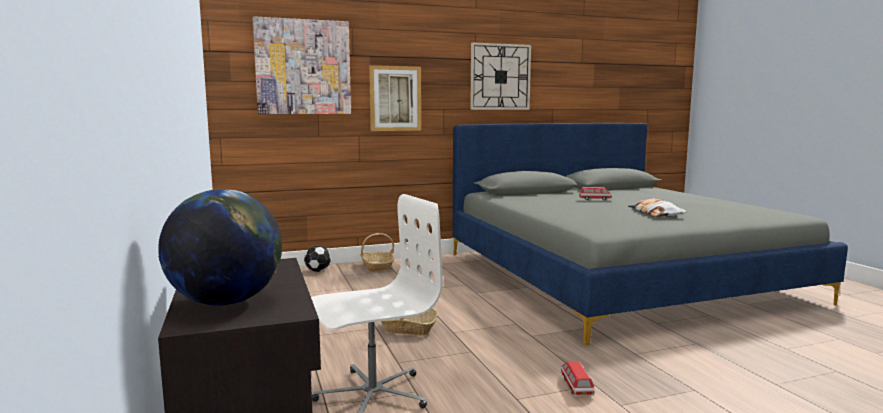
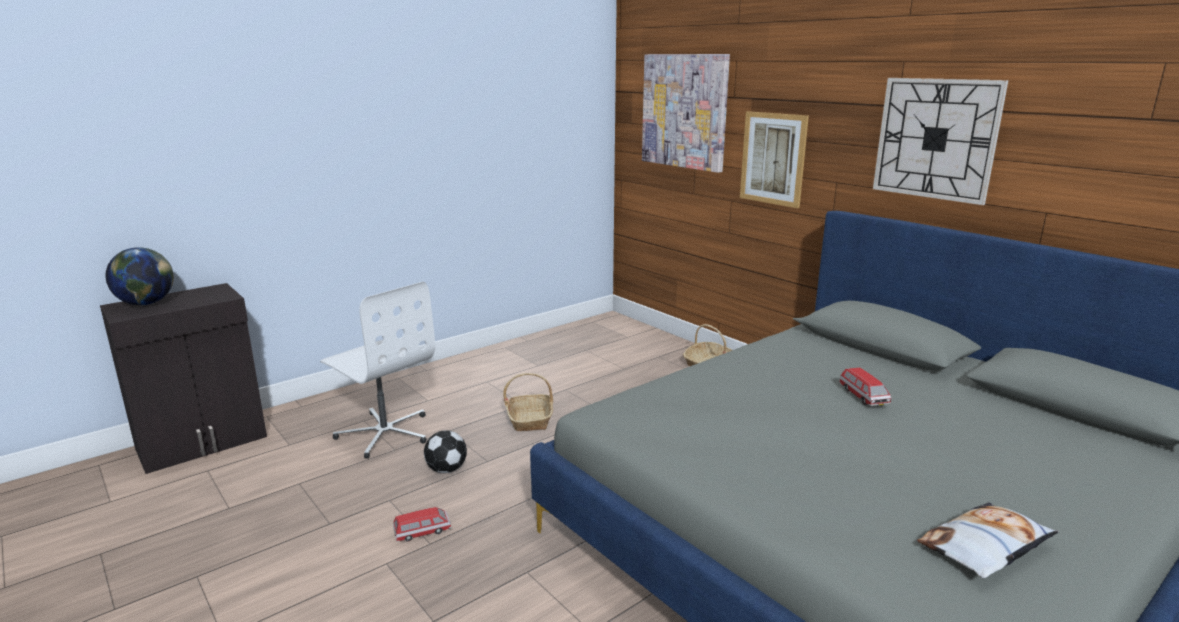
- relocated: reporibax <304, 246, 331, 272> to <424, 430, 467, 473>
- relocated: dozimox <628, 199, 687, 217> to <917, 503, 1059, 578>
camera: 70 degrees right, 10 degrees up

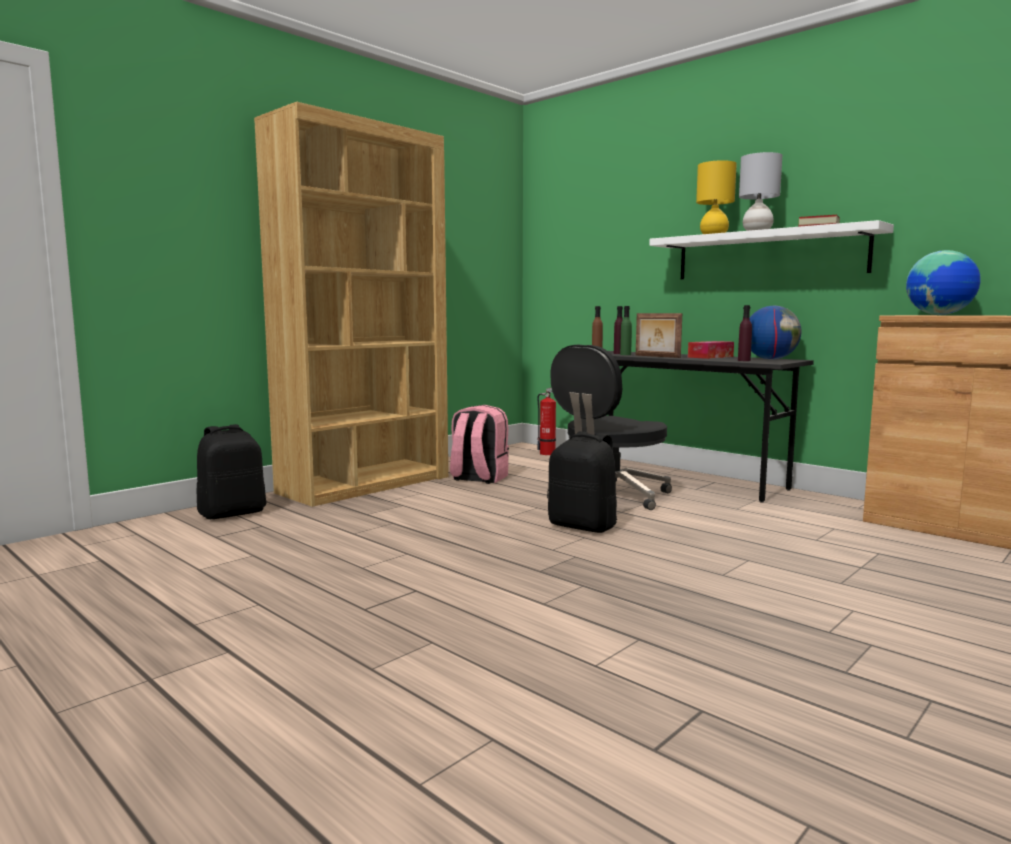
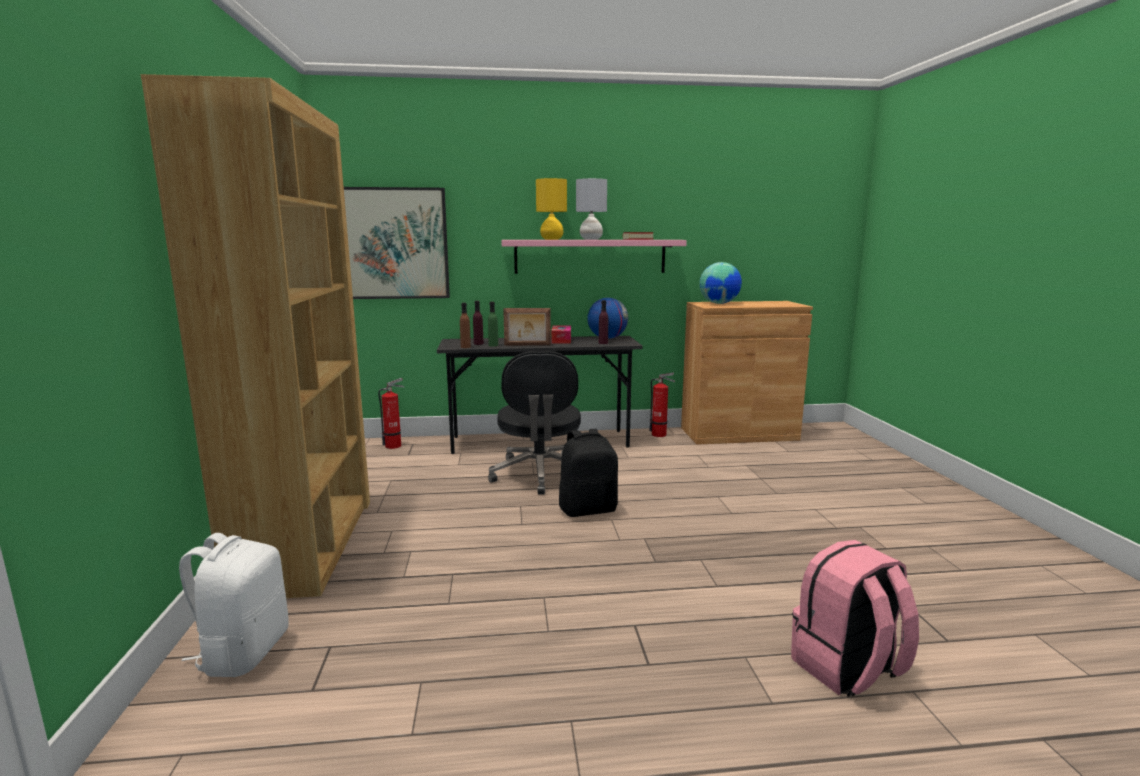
- colour: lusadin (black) <197, 424, 266, 519> to lusadin (white) <179, 533, 289, 677>
- appeared: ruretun <344, 187, 450, 299>
- colour: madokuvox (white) <649, 220, 894, 279> to madokuvox (pink) <501, 240, 687, 274>
- appeared: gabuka <649, 372, 675, 437>
- relocated: lusadin (pink) <450, 405, 509, 484> to <791, 540, 919, 697>
camera: 50 degrees left, 5 degrees up

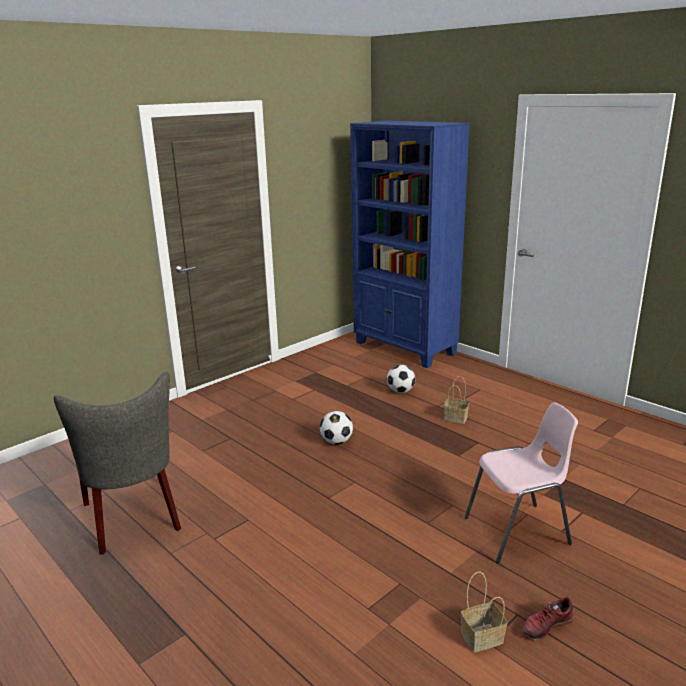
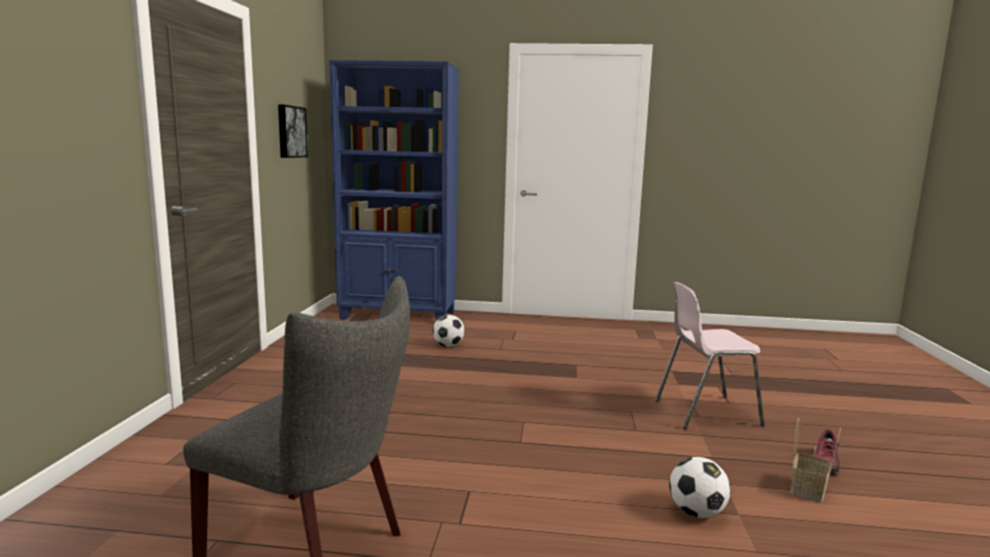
- appeared: ruretun <278, 104, 308, 158>
- spun: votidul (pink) <464, 402, 578, 563> = <655, 282, 764, 429> 135 degrees counterclockwise
- relocated: reporibax <320, 411, 353, 444> to <669, 457, 731, 518>
- missing: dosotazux <443, 376, 469, 424>
camera: 40 degrees left, 10 degrees down

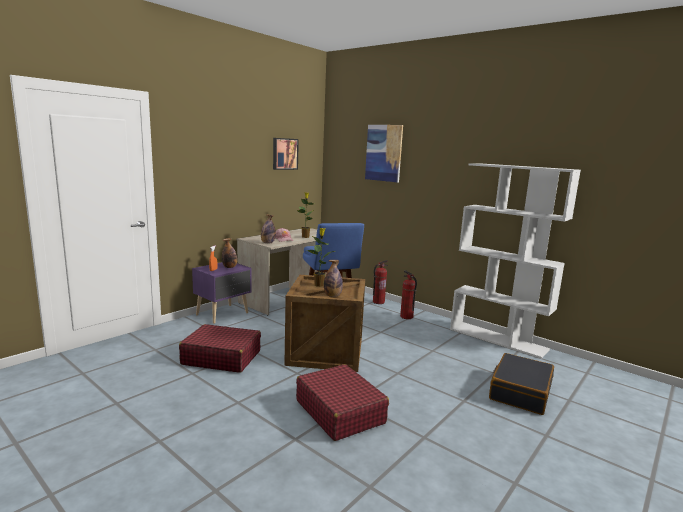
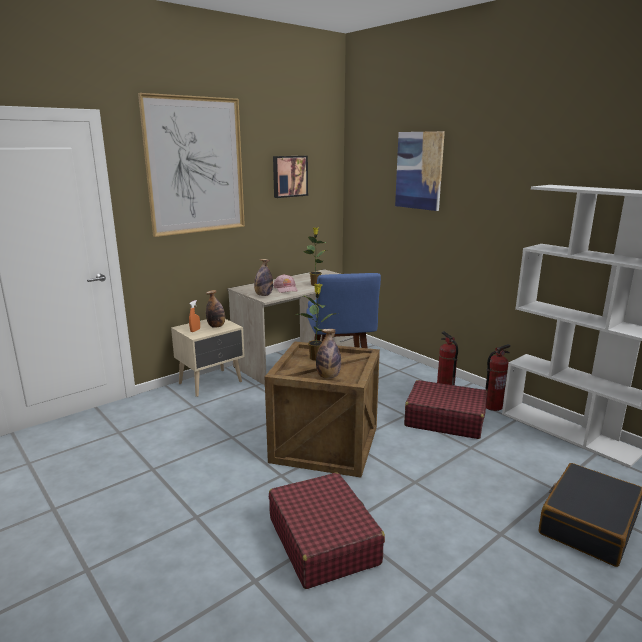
- appeared: ruretun <138, 93, 245, 237>
- colour: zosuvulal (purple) <192, 262, 252, 324> to zosuvulal (beige) <171, 319, 245, 397>
- relocated: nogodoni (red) <179, 324, 261, 373> to <404, 380, 487, 439>
- relocated: gabuka <373, 260, 388, 304> to <485, 344, 511, 411>
camera: 10 degrees right, 5 degrees up

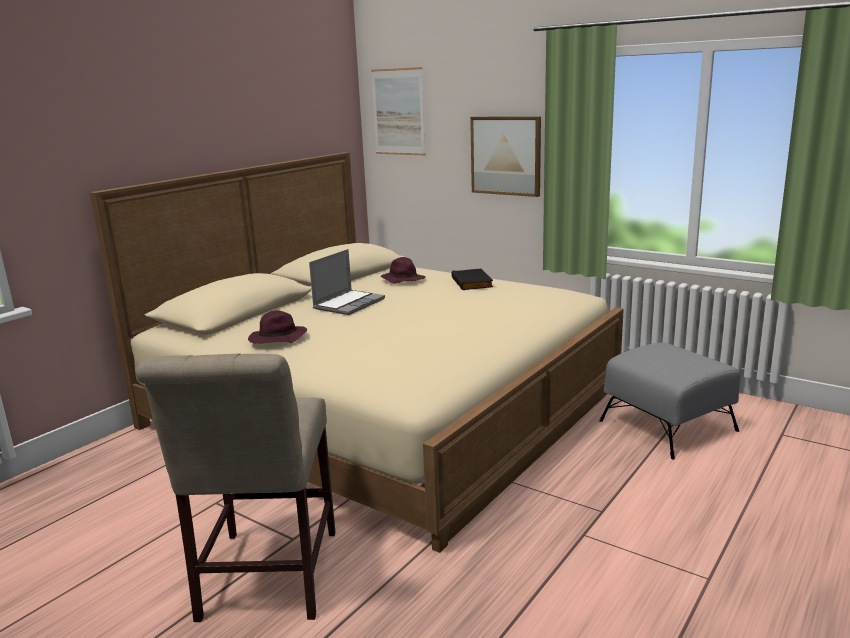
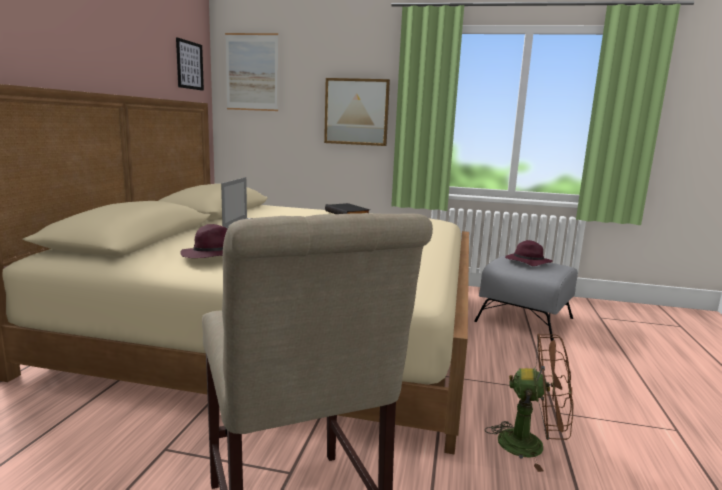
- appeared: ruretun <176, 37, 204, 91>
- appeared: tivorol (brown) <485, 333, 573, 472>
- relocated: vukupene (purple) <381, 257, 425, 284> to <505, 240, 553, 266>
camera: 25 degrees left, 5 degrees down

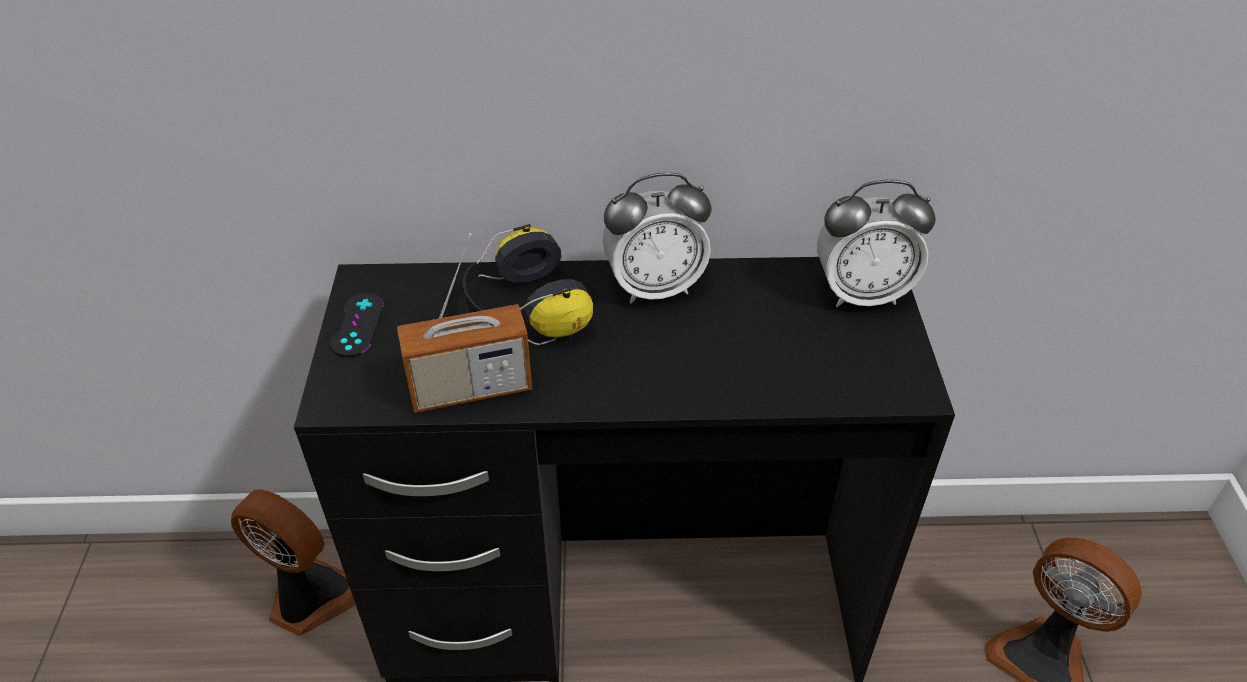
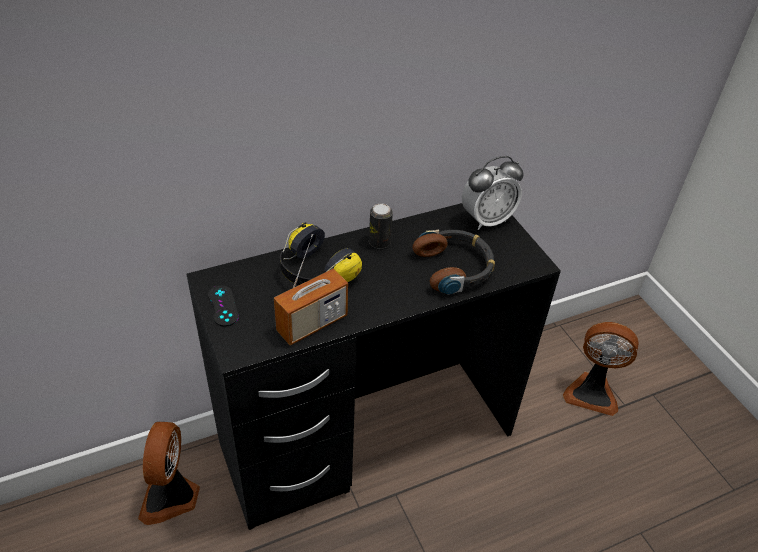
- spun: tivorol <231, 489, 355, 636> = <138, 422, 200, 525> 90 degrees counterclockwise
- exchanged: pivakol <603, 173, 712, 304> to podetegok <369, 204, 393, 249>
- appeared: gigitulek <412, 229, 495, 295>
camera: 25 degrees left, 0 degrees up

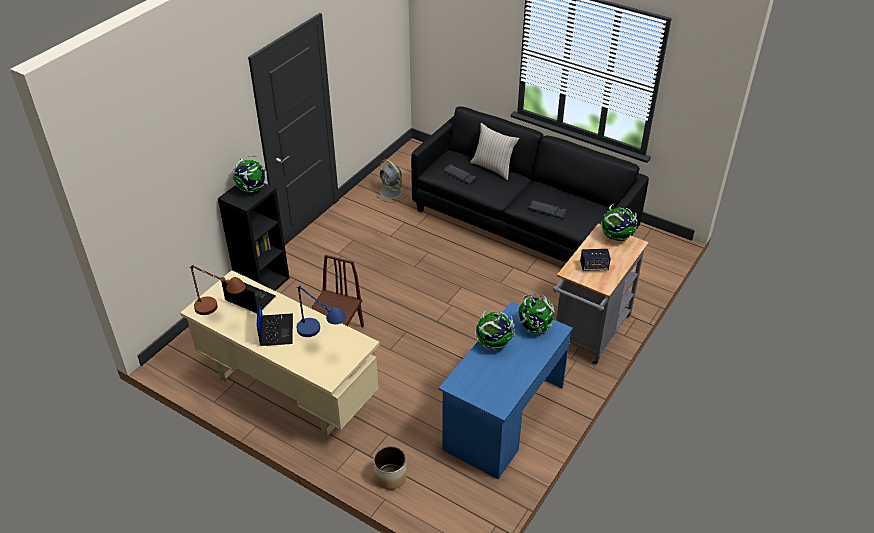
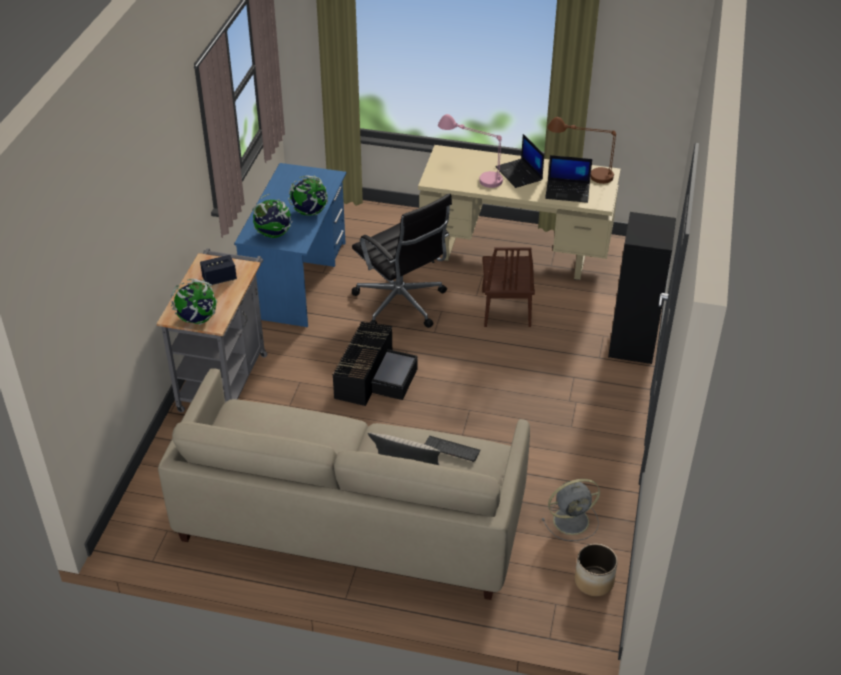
- colour: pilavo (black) <411, 106, 649, 263> to pilavo (beige) <158, 368, 530, 600>
- appeared: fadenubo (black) <332, 322, 418, 406>
- appeared: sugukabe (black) <352, 193, 452, 328>
- colour: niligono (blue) <297, 285, 346, 337> to niligono (pink) <438, 114, 503, 188>
- spun: tivorol (grey) <375, 159, 409, 203> = <542, 479, 600, 541> 135 degrees clockwise
- relocated: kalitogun <374, 446, 407, 489> to <575, 544, 618, 596>
- missing: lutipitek <233, 155, 267, 193>
- missing: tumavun <528, 200, 567, 219>
camera: 160 degrees right, 0 degrees up

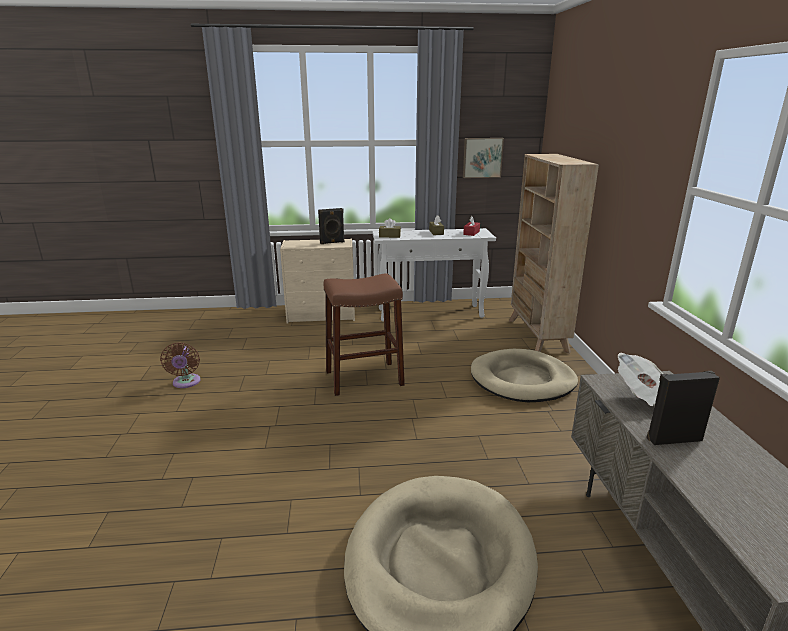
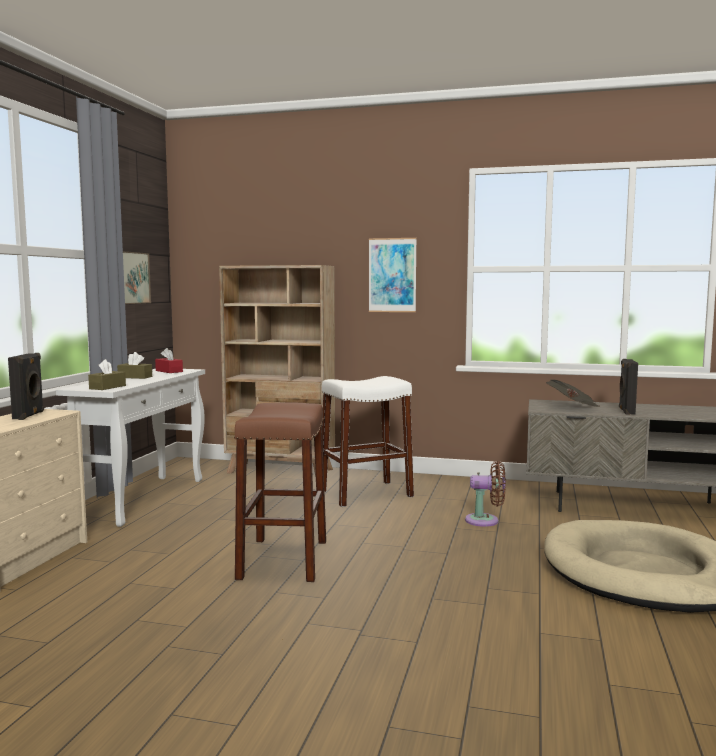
- exchanged: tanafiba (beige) <471, 349, 578, 402> to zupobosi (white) <322, 376, 414, 507>
- appeared: ruretun <369, 238, 417, 312>
- relocated: tivorol (brown) <160, 342, 200, 388> to <465, 461, 506, 527>
camera: 70 degrees left, 15 degrees down

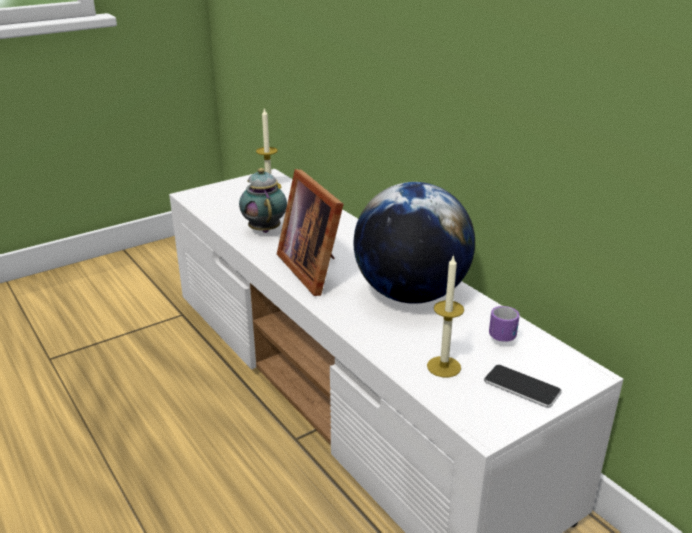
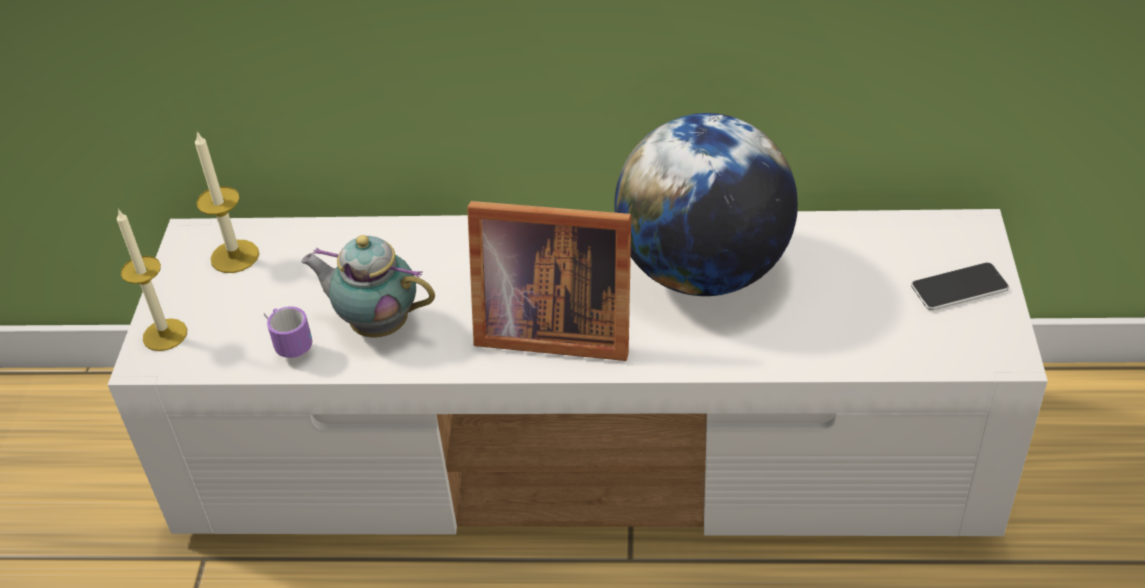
- relocated: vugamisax <427, 254, 464, 377> to <117, 208, 187, 351>
- relocated: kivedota <489, 306, 520, 342> to <264, 306, 312, 358>
camera: 50 degrees left, 15 degrees up

